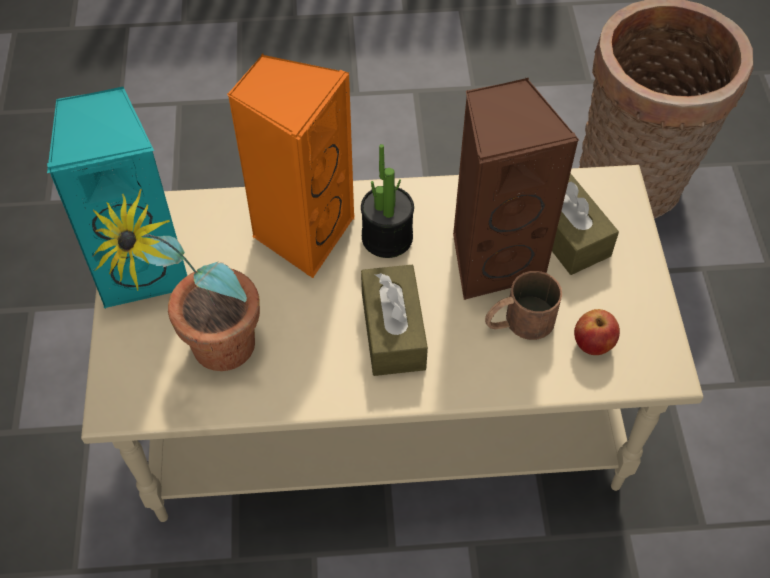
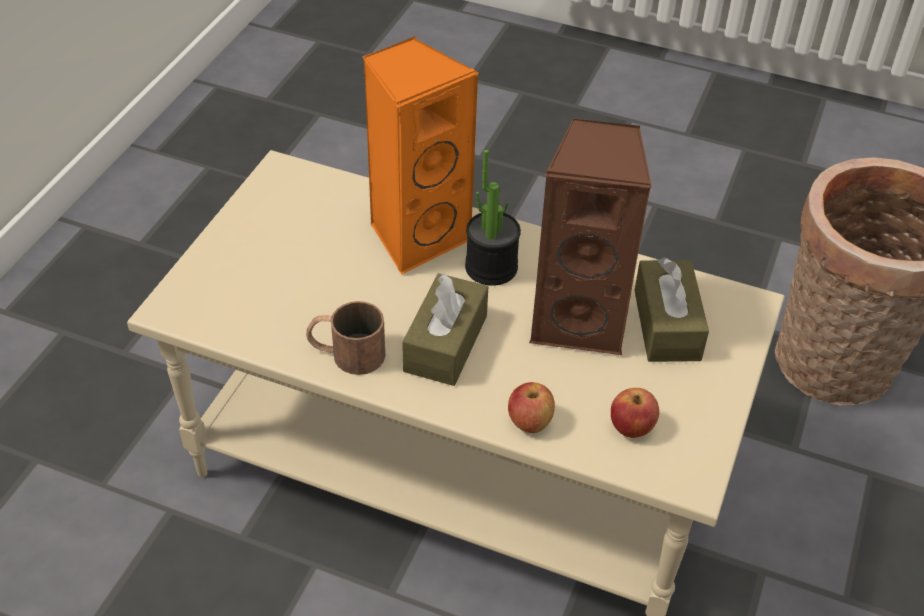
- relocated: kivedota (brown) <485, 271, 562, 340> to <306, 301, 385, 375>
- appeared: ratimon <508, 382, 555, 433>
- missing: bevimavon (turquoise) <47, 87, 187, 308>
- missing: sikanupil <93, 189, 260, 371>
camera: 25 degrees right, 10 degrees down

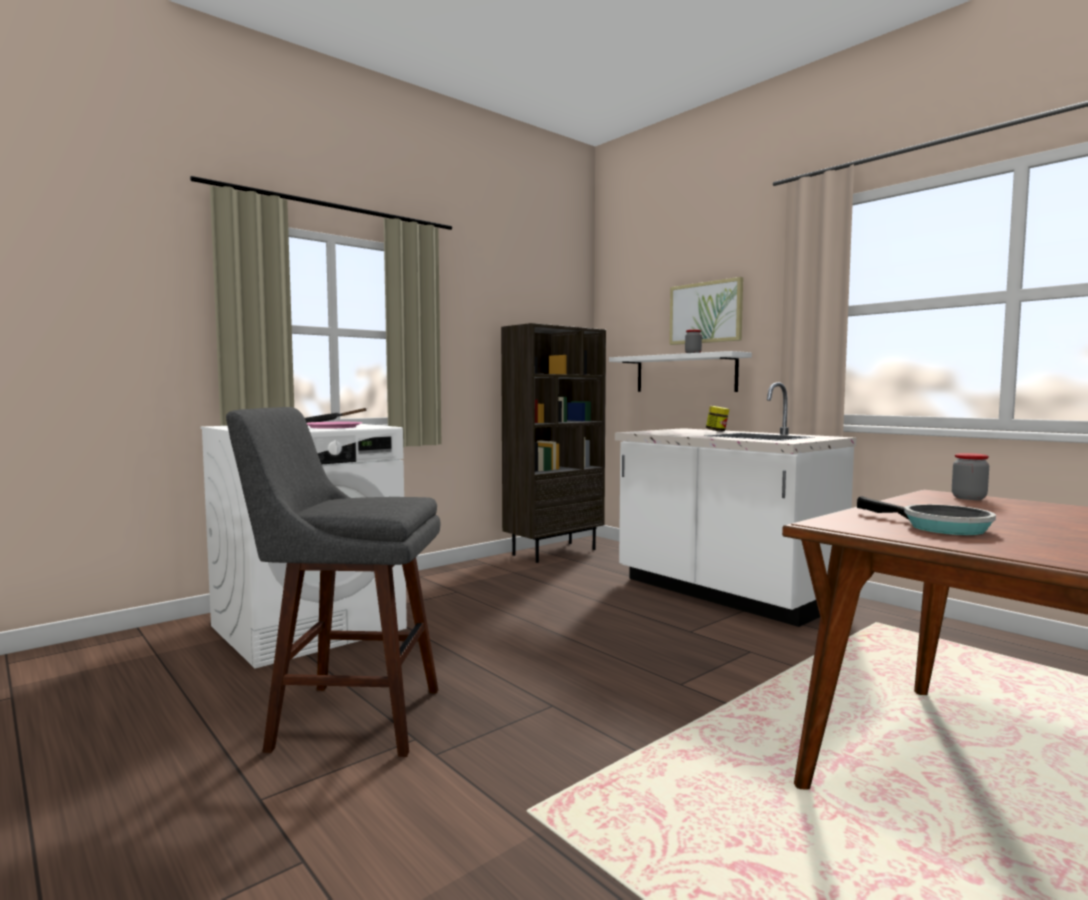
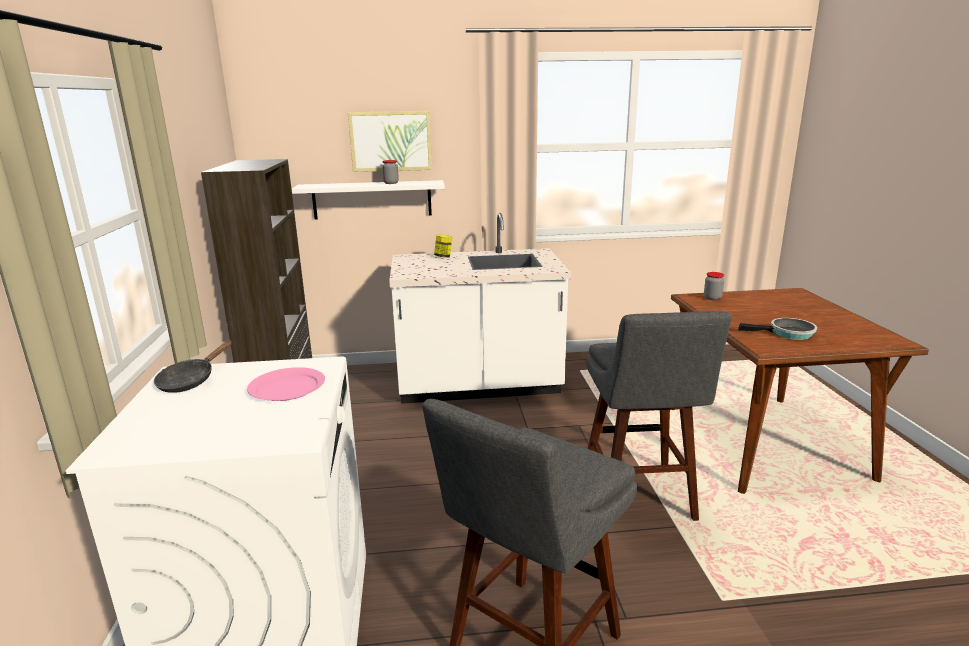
- appeared: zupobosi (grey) <586, 311, 732, 521>
camera: 55 degrees left, 15 degrees up

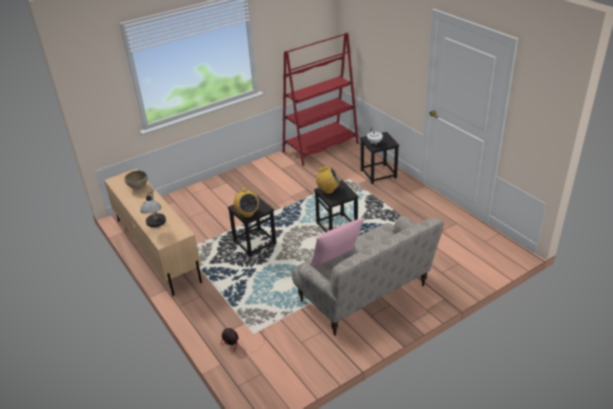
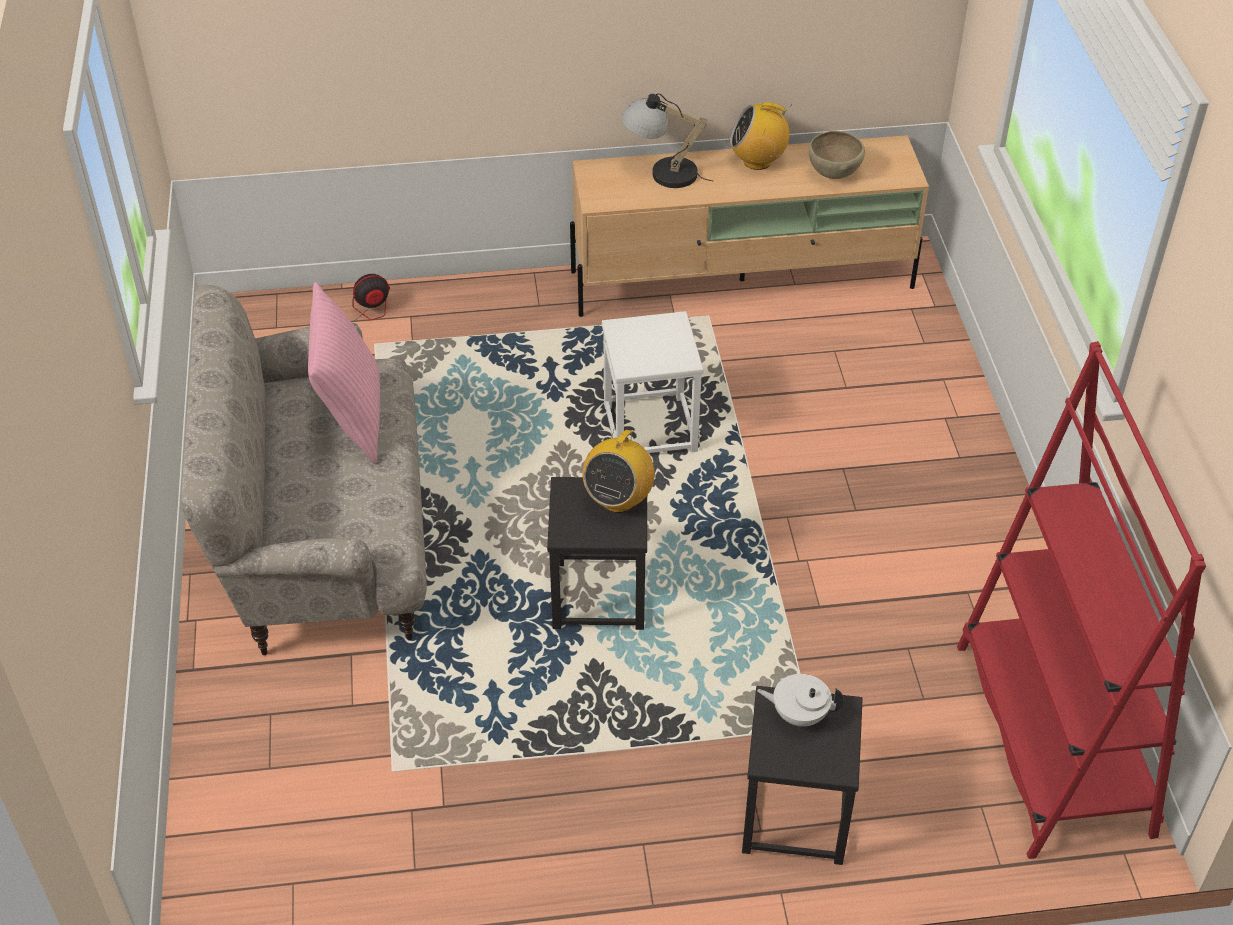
- colour: zupobosi (black) <228, 196, 276, 257> to zupobosi (white) <602, 311, 704, 453>
- relocated: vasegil <234, 187, 259, 218> to <730, 102, 792, 170>
camera: 115 degrees right, 10 degrees up

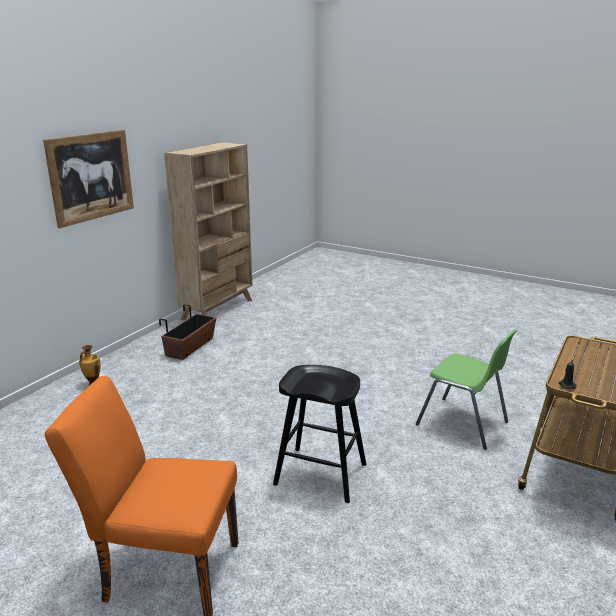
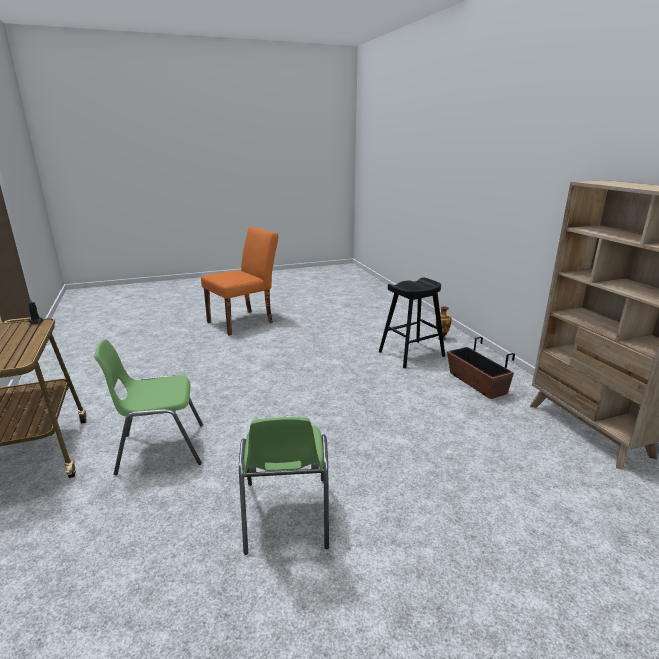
- appeared: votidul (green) <239, 417, 329, 555>
- relocated: zupobosi (black) <273, 365, 366, 503> to <379, 277, 445, 368>
- missing: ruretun <43, 130, 134, 228>
camera: 130 degrees right, 0 degrees up

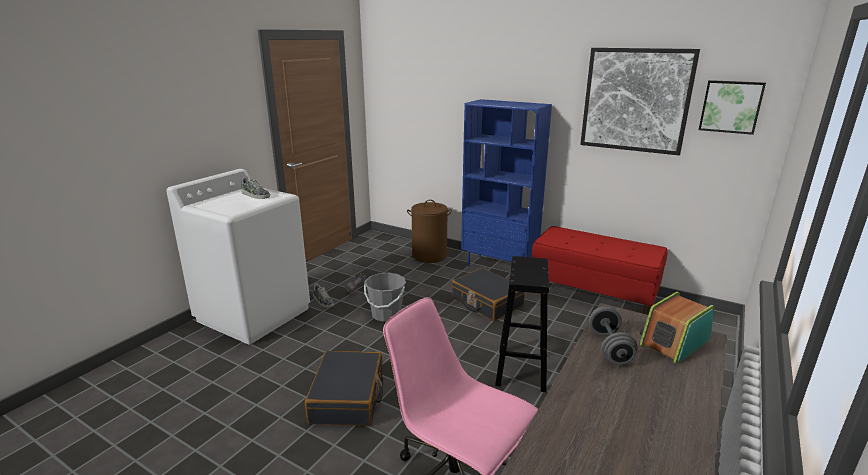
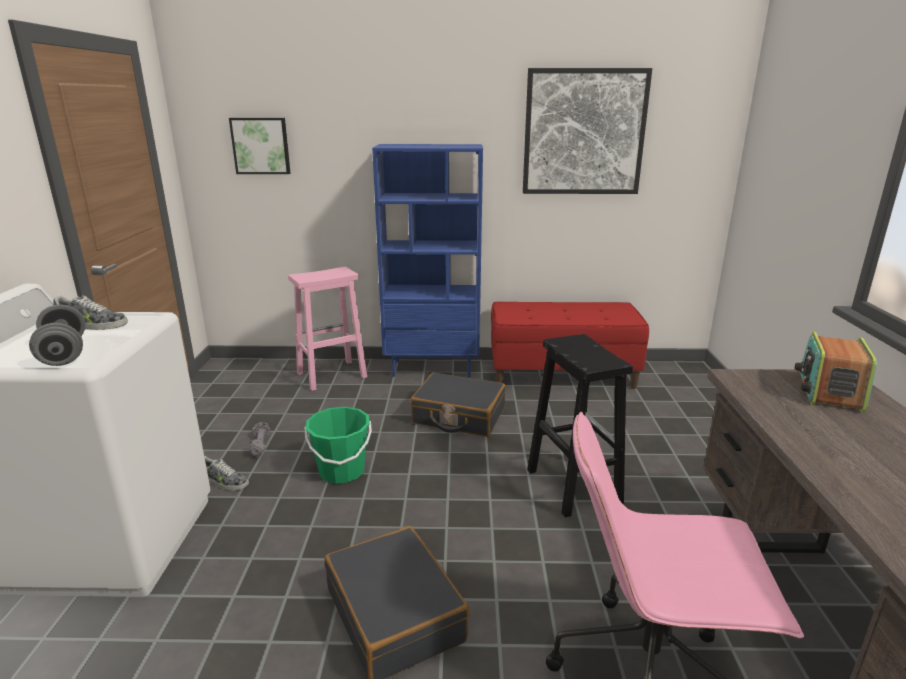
- relocated: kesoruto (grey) <589, 306, 637, 365> to <29, 304, 86, 366>
- relocated: ruretun <699, 80, 766, 135> to <229, 118, 291, 174>
- exchanged: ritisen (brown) <407, 200, 452, 263> to zupobosi (pink) <288, 267, 367, 391>
- colour: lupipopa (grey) <364, 273, 406, 322> to lupipopa (green) <305, 407, 372, 484>
camera: 30 degrees left, 0 degrees up

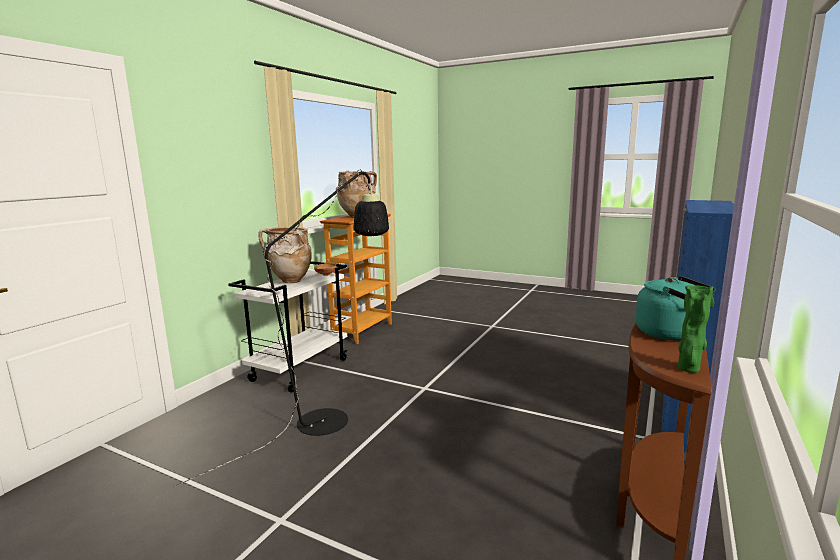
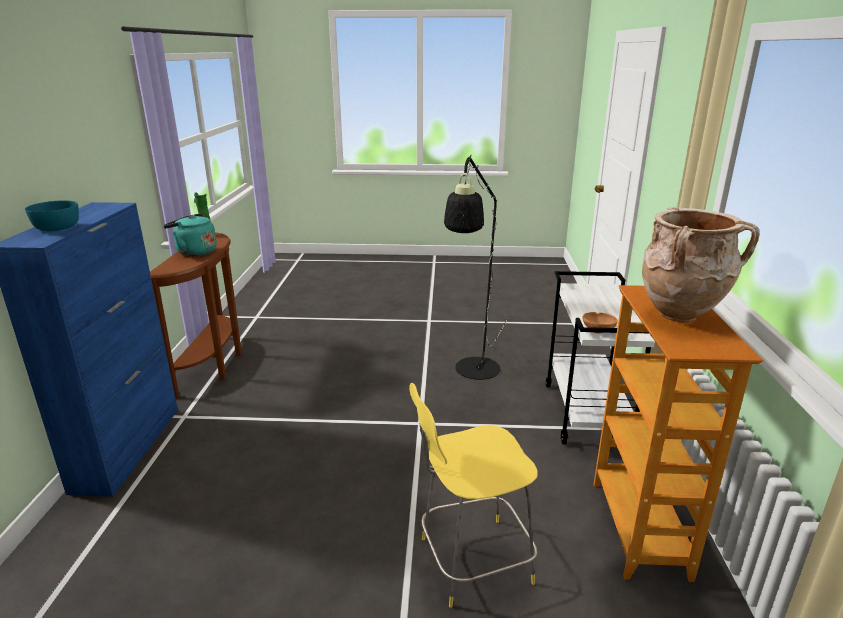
- appeared: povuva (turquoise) <25, 200, 79, 231>
- appeared: zupobosi (yellow) <409, 383, 538, 608>
- missing: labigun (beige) <258, 227, 312, 283>
camera: 155 degrees right, 10 degrees up

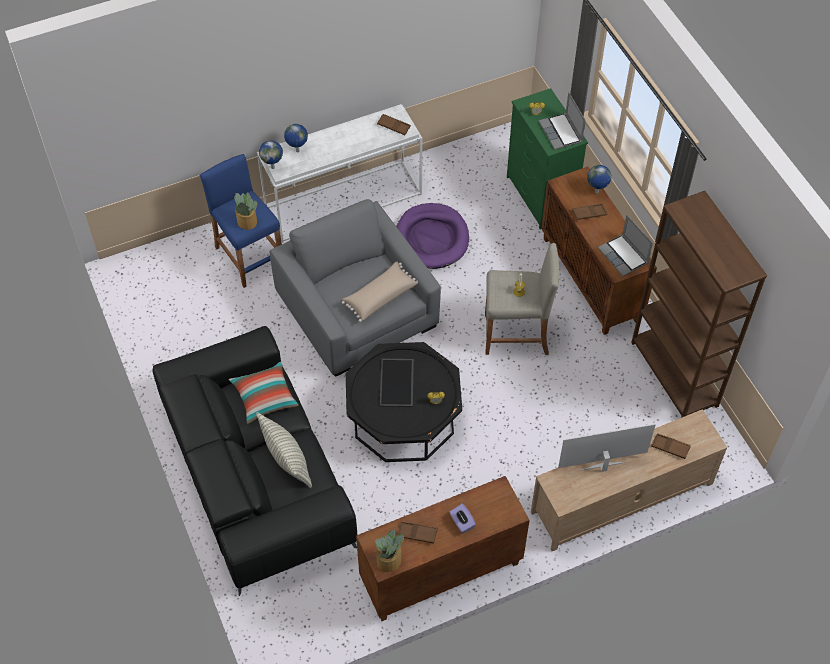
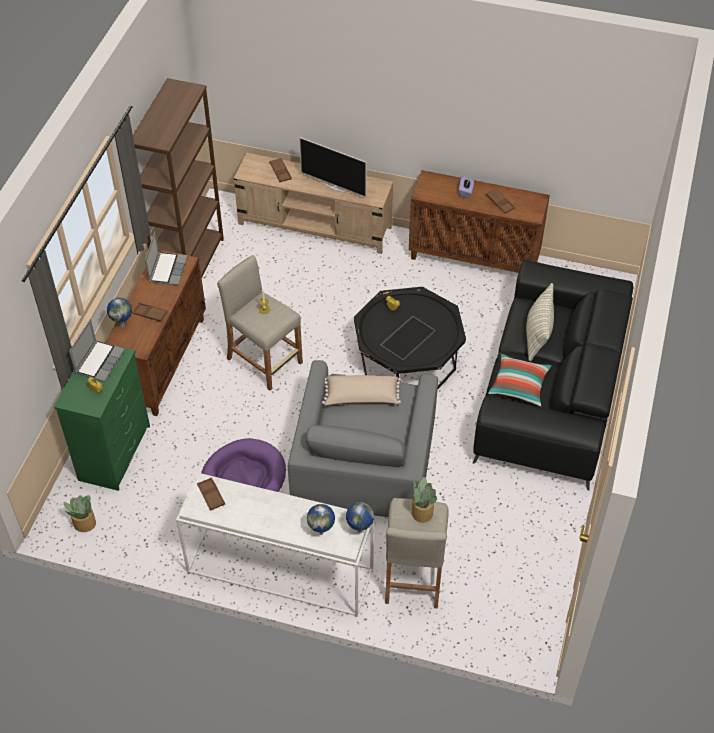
- relocated: sikanupil <375, 529, 404, 572> to <64, 495, 96, 532>
- colour: zupobosi (blue) <200, 154, 282, 288> to zupobosi (beige) <385, 498, 449, 608>
camera: 140 degrees left, 5 degrees down

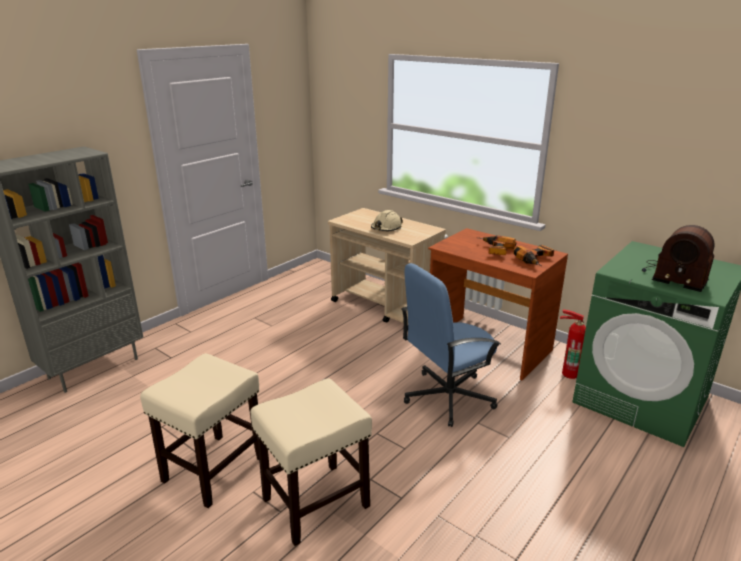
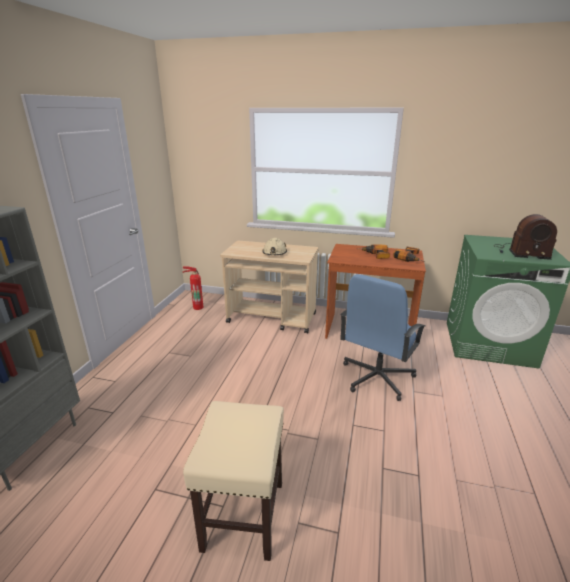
- relocated: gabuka <560, 309, 586, 379> to <182, 266, 203, 310>
- missing: zupobosi (beige) <250, 378, 372, 546>
camera: 25 degrees left, 0 degrees up

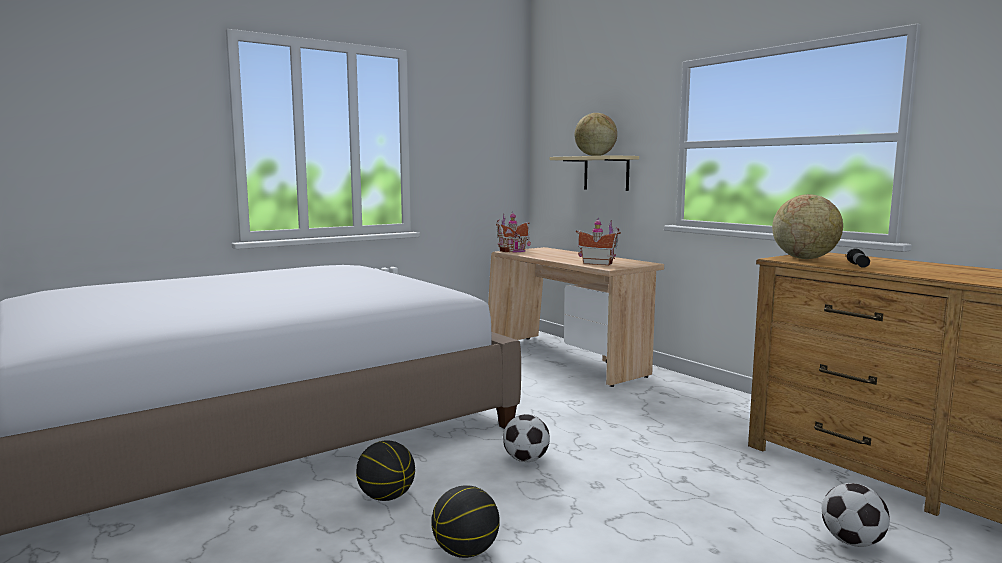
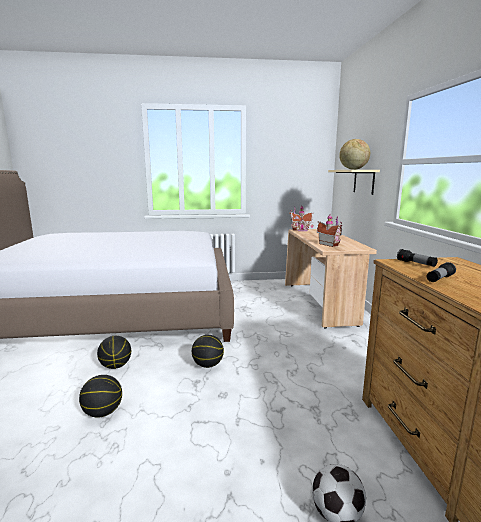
- exchanged: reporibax <503, 414, 550, 462> to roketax <192, 335, 224, 368>
- exchanged: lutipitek <772, 194, 843, 259> to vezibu <397, 249, 438, 267>
camera: 30 degrees right, 5 degrees up

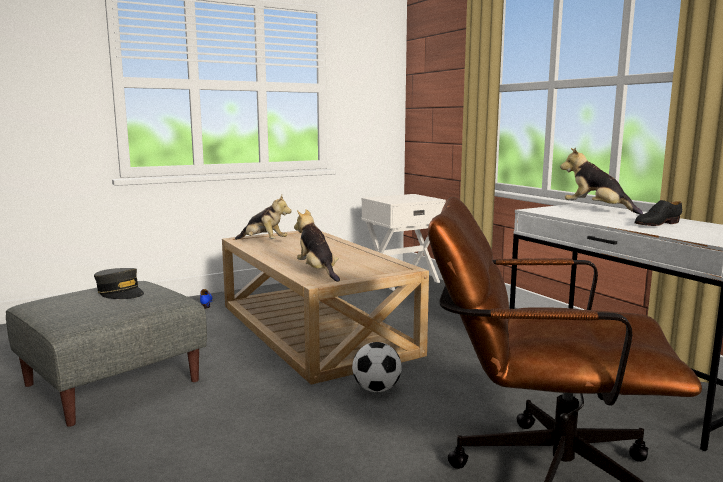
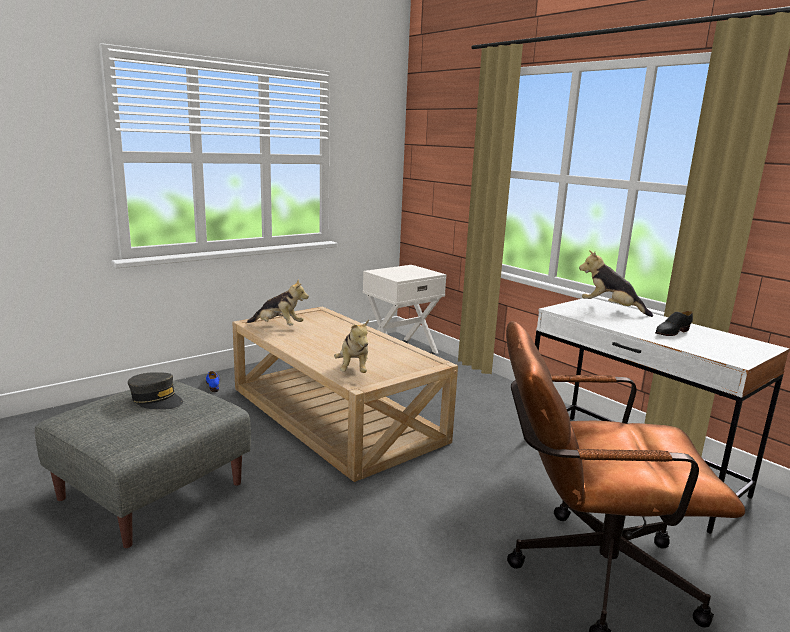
- spun: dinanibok <294, 209, 340, 282> = <334, 320, 369, 373> 150 degrees counterclockwise
- missing: reporibax <352, 342, 402, 392>
camera: 10 degrees left, 5 degrees up

